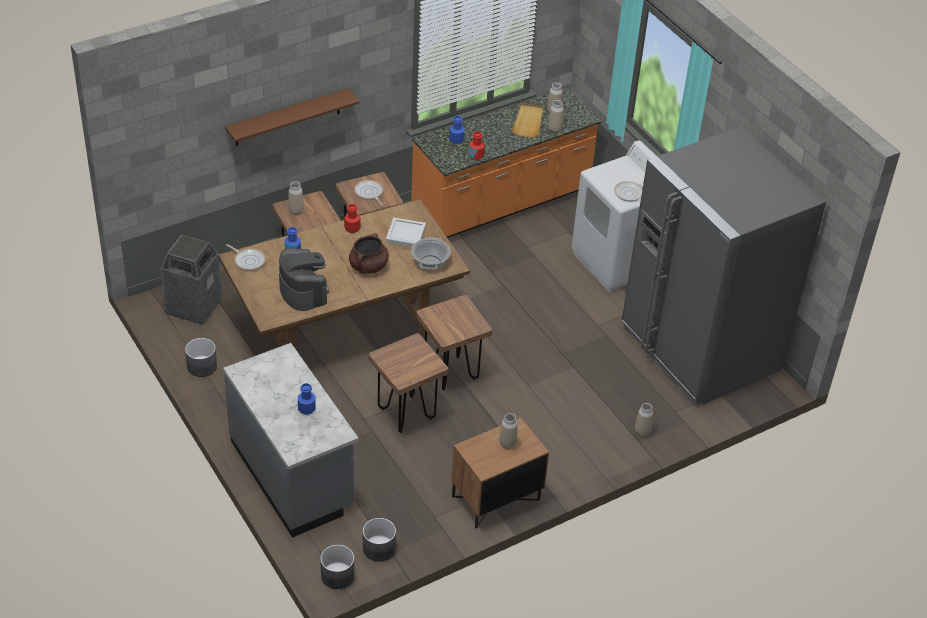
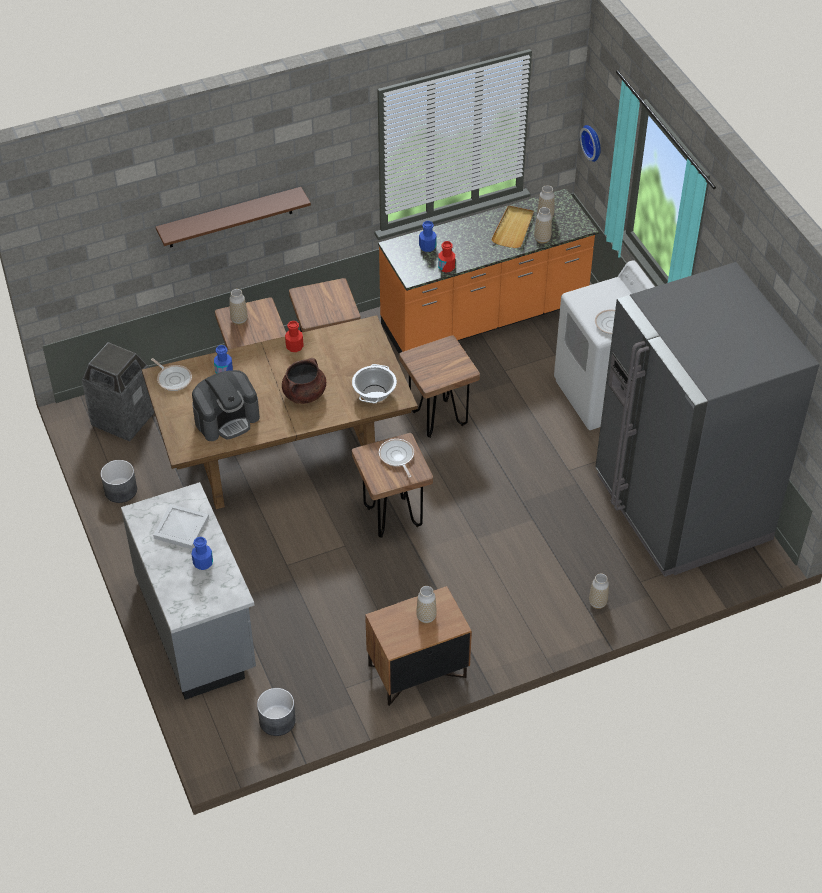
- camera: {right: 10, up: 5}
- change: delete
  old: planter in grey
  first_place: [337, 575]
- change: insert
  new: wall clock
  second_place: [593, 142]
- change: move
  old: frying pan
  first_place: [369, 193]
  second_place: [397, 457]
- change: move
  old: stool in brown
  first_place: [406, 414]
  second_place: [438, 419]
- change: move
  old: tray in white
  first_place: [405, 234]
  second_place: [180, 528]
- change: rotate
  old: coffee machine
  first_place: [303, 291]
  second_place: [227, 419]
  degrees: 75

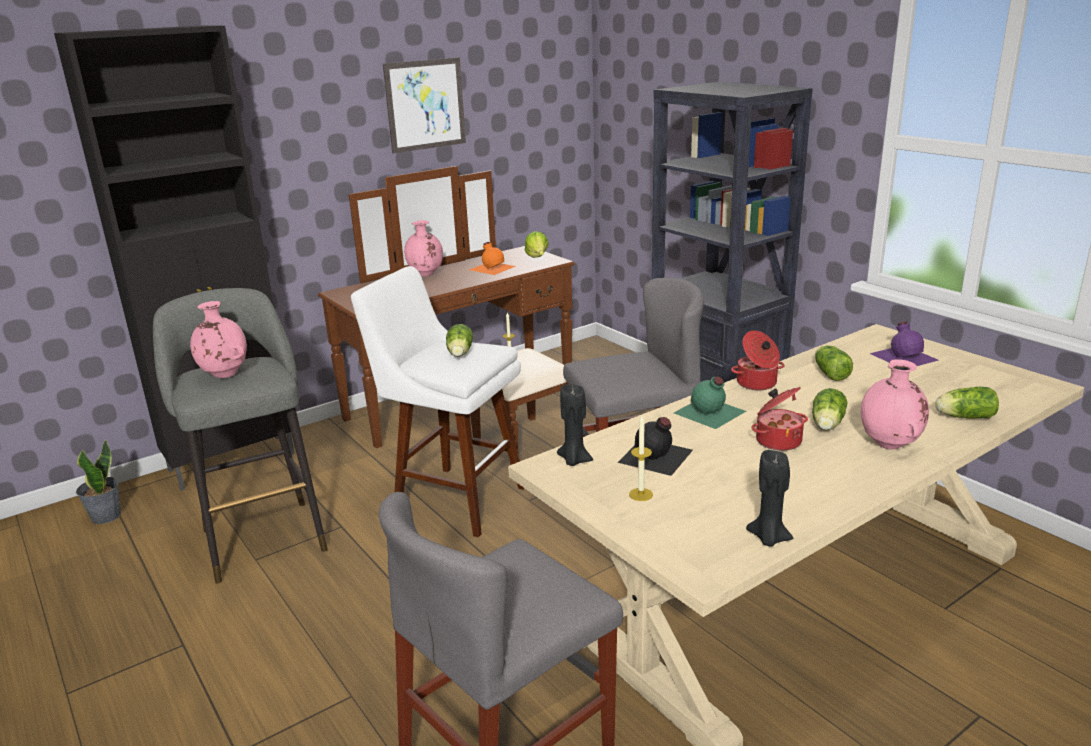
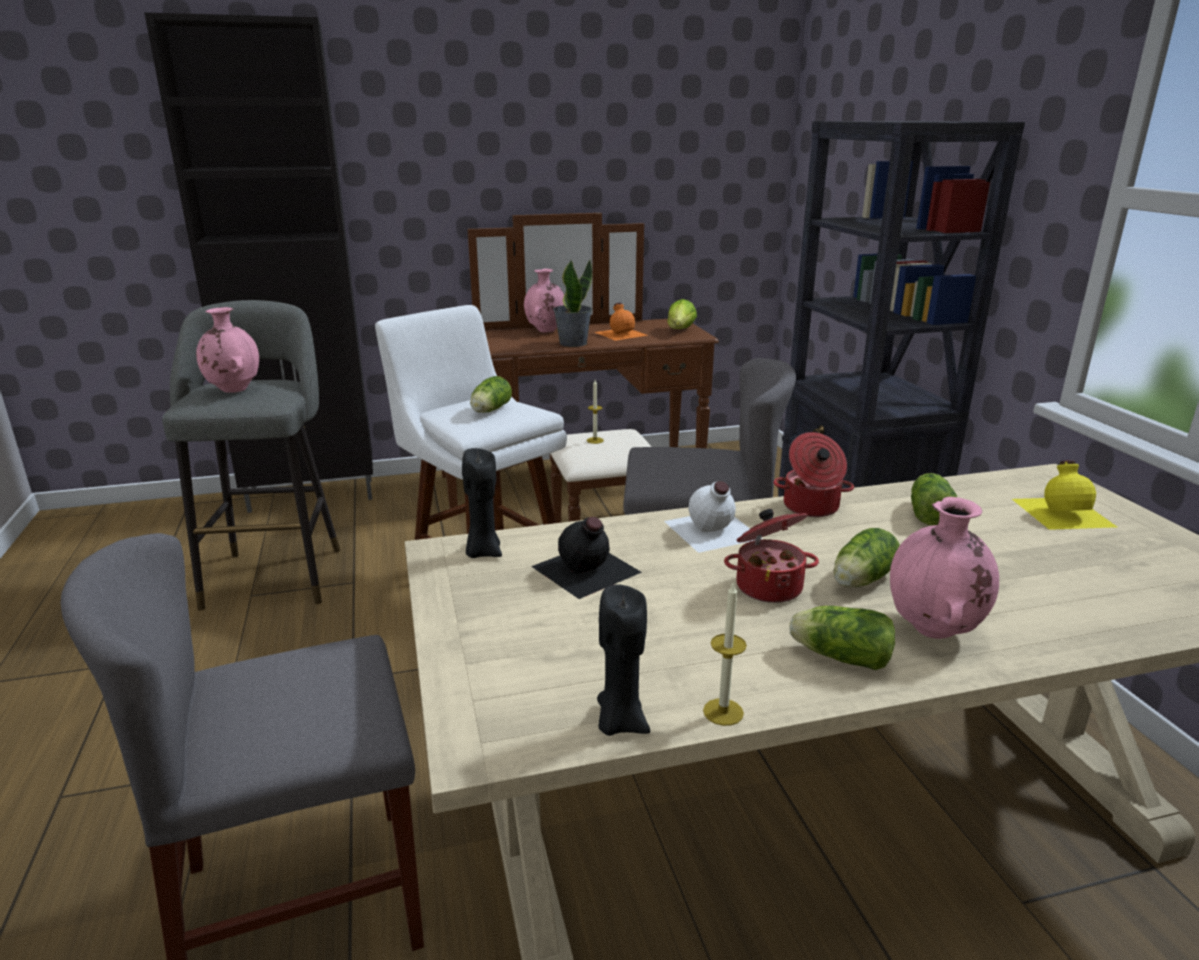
- camera: {right: 20, up: 0}
- change: delete
  old: picture
  first_place: [425, 105]
- change: move
  old: potted plant
  first_place: [105, 516]
  second_place: [572, 343]
- change: move
  old: candle
  first_place: [641, 494]
  second_place: [723, 712]
- change: move
  old: lettuce
  first_place: [963, 417]
  second_place: [837, 656]
- change: recolor
  old: bottle in green
  new: bottle in white
  first_place: [709, 412]
  second_place: [711, 530]
- change: recolor
  old: bottle in purple
  new: bottle in yellow
  first_place: [903, 356]
  second_place: [1063, 512]

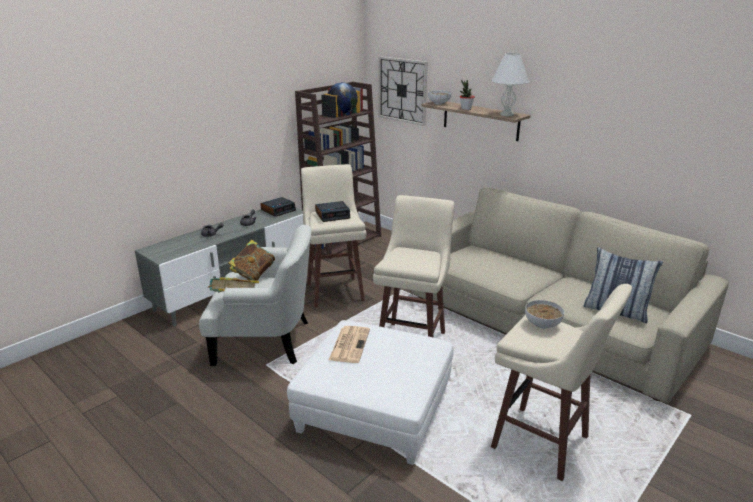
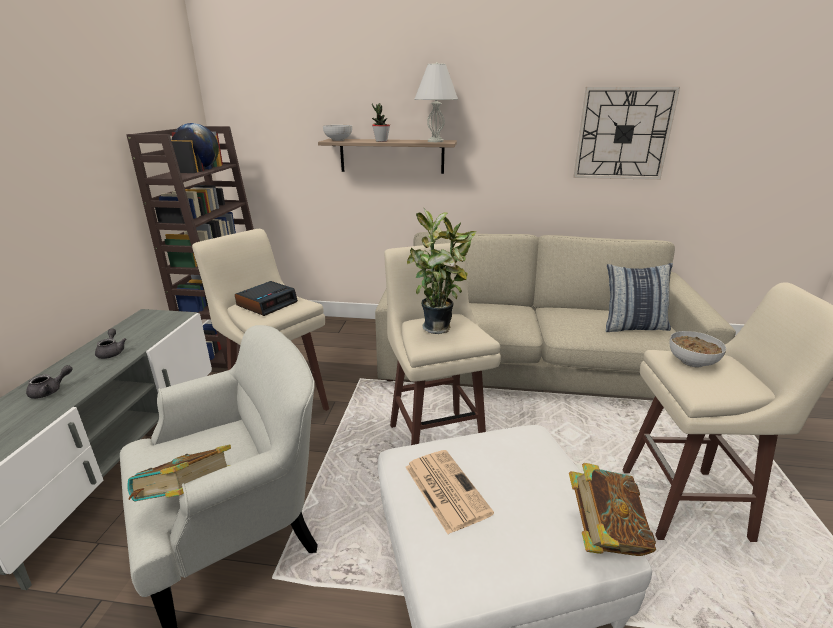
- camera: {right: -35, up: 0}
- change: delete
  old: alarm clock
  first_place: [278, 210]
- change: insert
  new: potted plant
  second_place: [440, 328]
- change: move
  old: book
  first_place: [253, 275]
  second_place: [604, 533]
- change: move
  old: wall clock
  first_place: [402, 90]
  second_place: [623, 134]

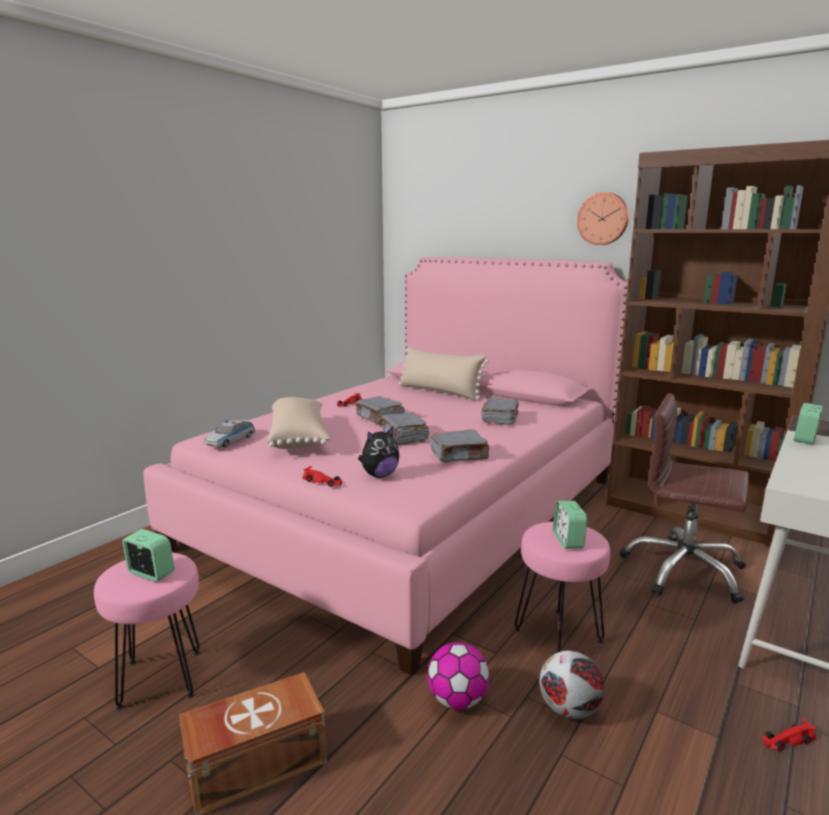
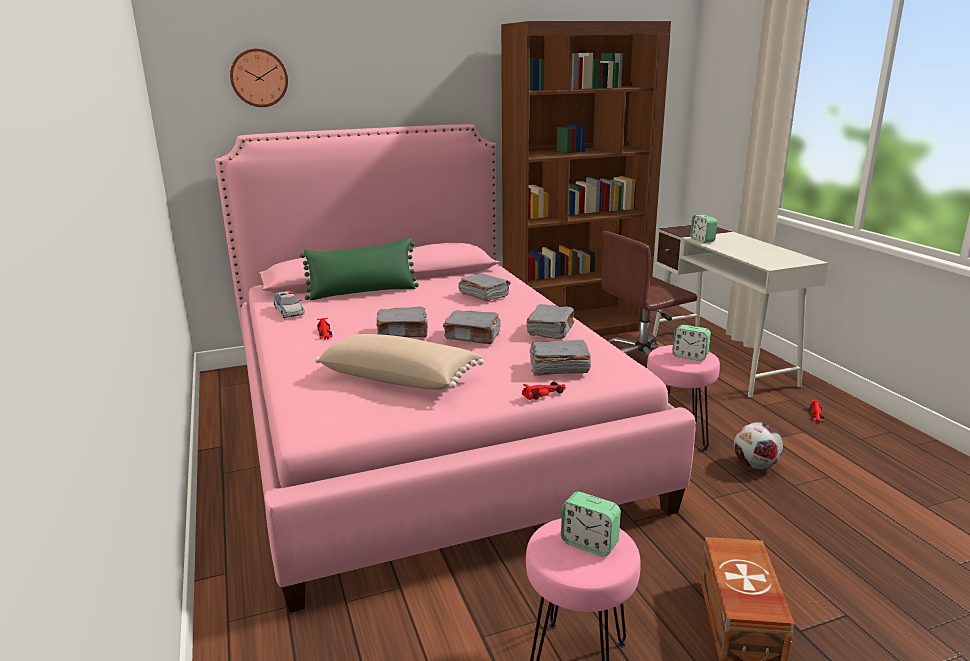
- camera: {right: -55, up: 5}
- change: delete
  old: football
  first_place: [457, 700]
- change: move
  old: toy car
  first_place: [230, 440]
  second_place: [289, 311]
- change: move
  old: wall clock
  first_place: [603, 219]
  second_place: [259, 78]
- change: replace
  old: plush toy
  new: book in grey
  first_place: [379, 475]
  second_place: [558, 368]
- change: recolor
  old: pillow in beige
  new: pillow in green
  first_place: [439, 392]
  second_place: [363, 292]
- change: rotate
  old: alarm clock
  first_place: [150, 573]
  second_place: [589, 543]
  degrees: -120

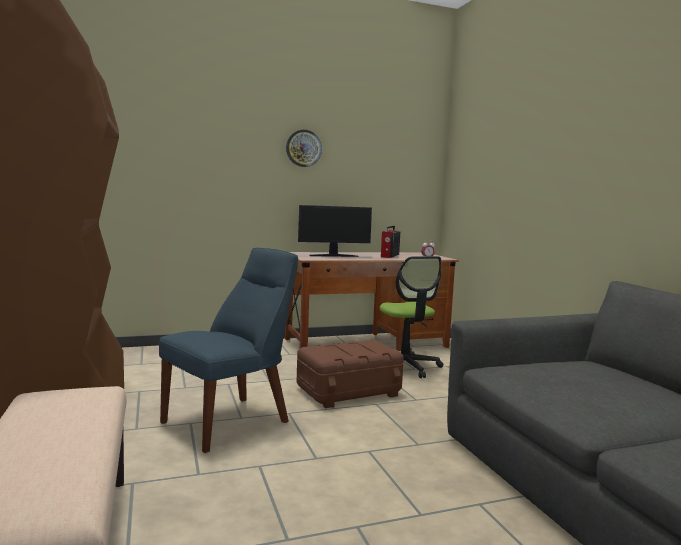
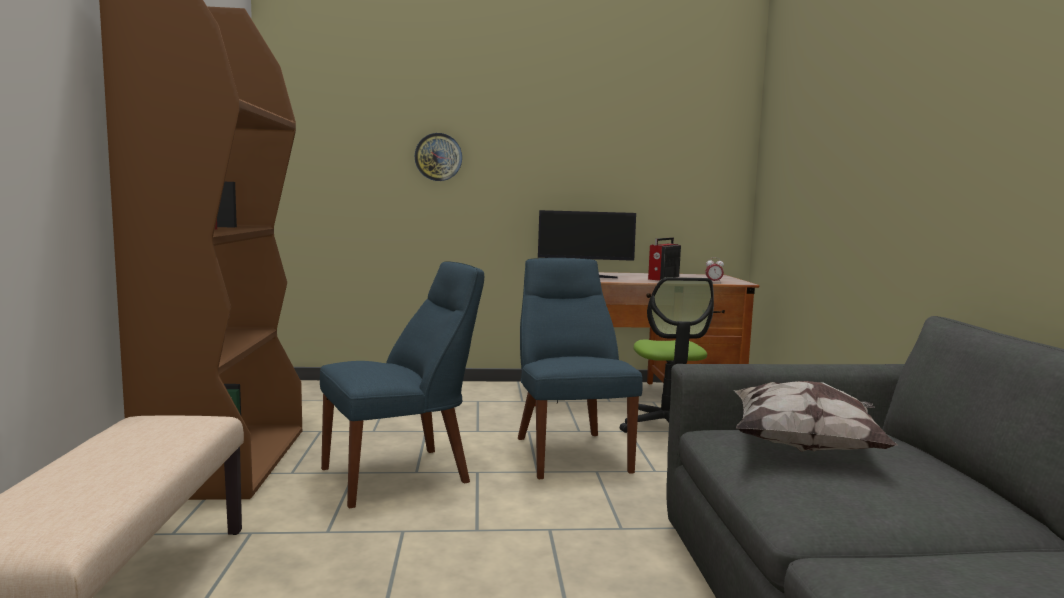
- camera: {right: 15, up: 0}
- change: insert
  new: pillow
  second_place: [805, 446]
- change: move
  old: wall clock
  first_place: [303, 148]
  second_place: [438, 157]
- change: replace
  old: storage box in brown
  new: chair in blue
  first_place: [348, 391]
  second_place: [569, 452]

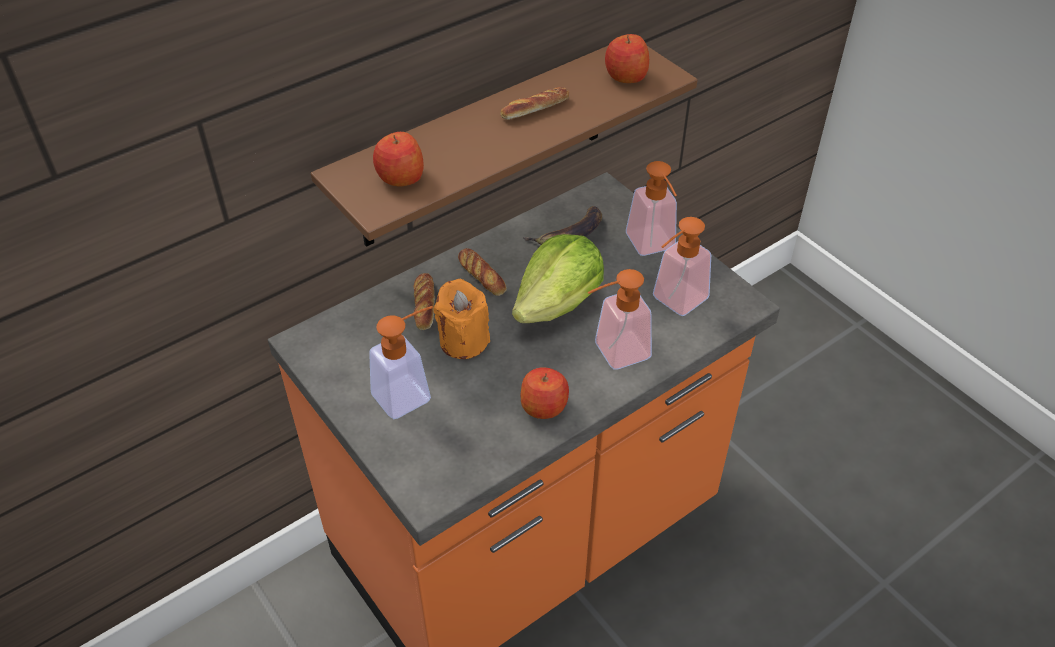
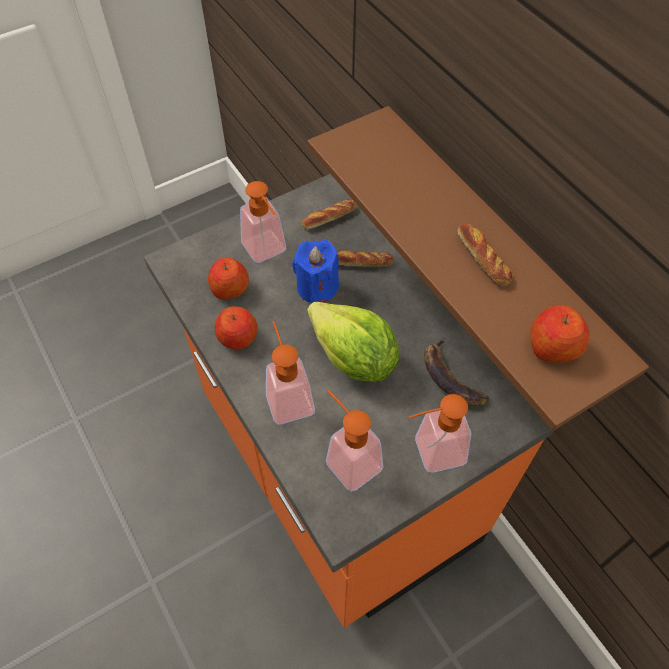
- camera: {right: 95, up: 10}
- change: move
  old: apple
  first_place: [400, 177]
  second_place: [230, 288]
- change: move
  old: bread
  first_place: [482, 275]
  second_place: [329, 217]
- change: recolor
  old: candle in orange
  new: candle in blue
  first_place: [463, 341]
  second_place: [317, 287]

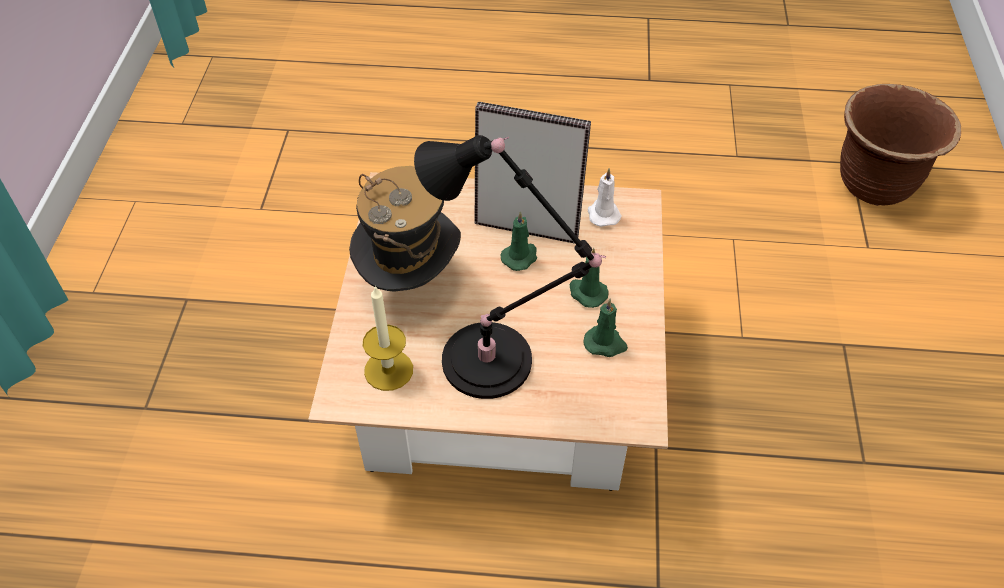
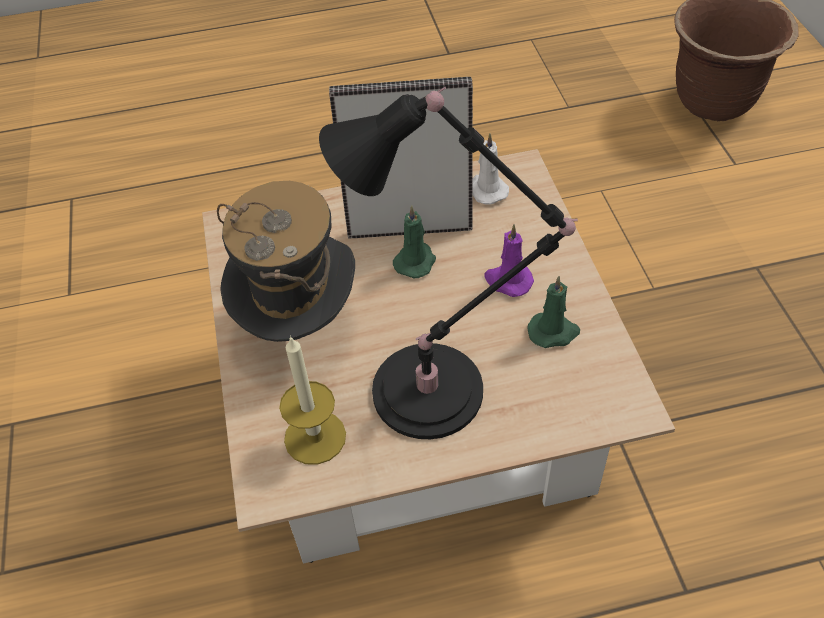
- camera: {right: -15, up: 0}
- change: recolor
  old: candle in green
  new: candle in purple
  first_place: [587, 293]
  second_place: [507, 281]

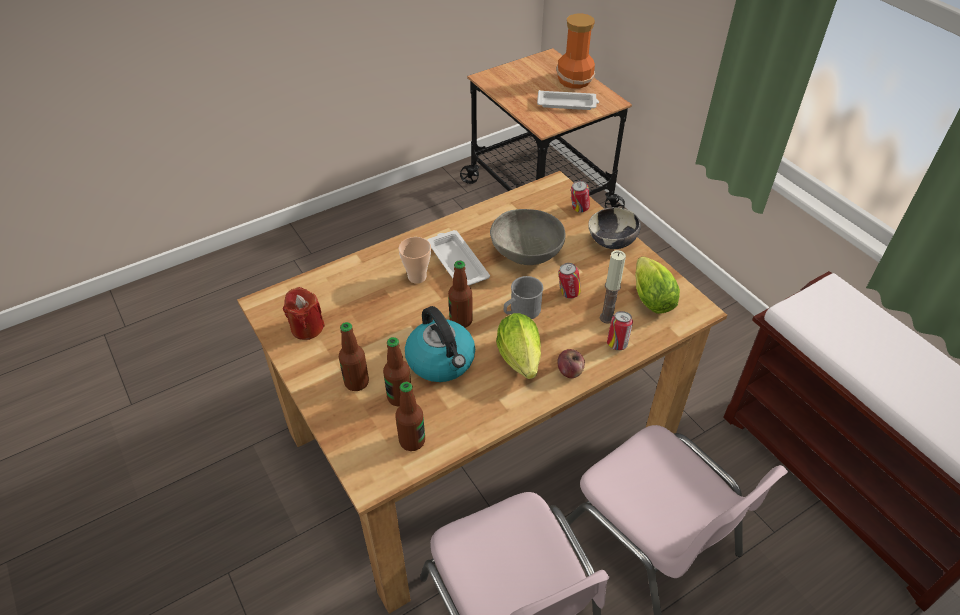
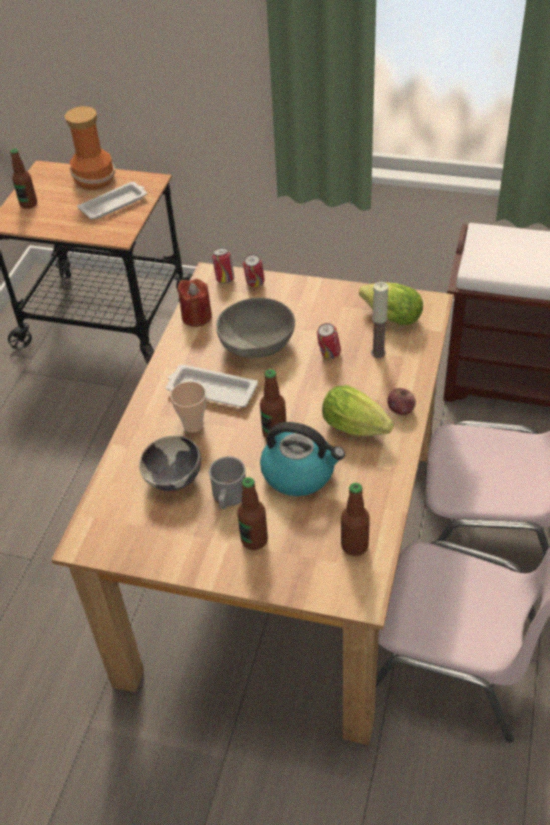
- camera: {right: -40, up: 0}
- change: move
  old: candle in red
  first_place: [307, 328]
  second_place: [196, 316]
- change: move
  old: bottle
  first_place: [399, 397]
  second_place: [28, 204]
- change: move
  old: mug in grey
  first_place: [521, 311]
  second_place: [228, 498]
- change: move
  old: bowl
  first_place: [611, 243]
  second_place: [174, 479]
- change: move
  old: can
  first_place: [617, 344]
  second_place: [224, 279]

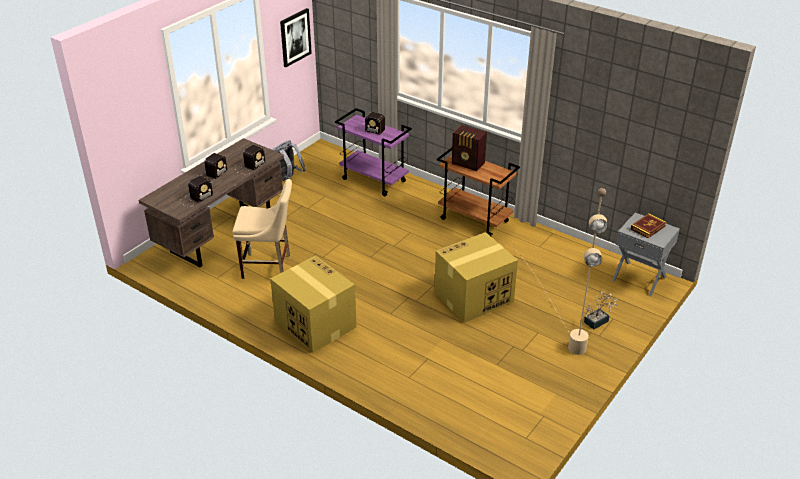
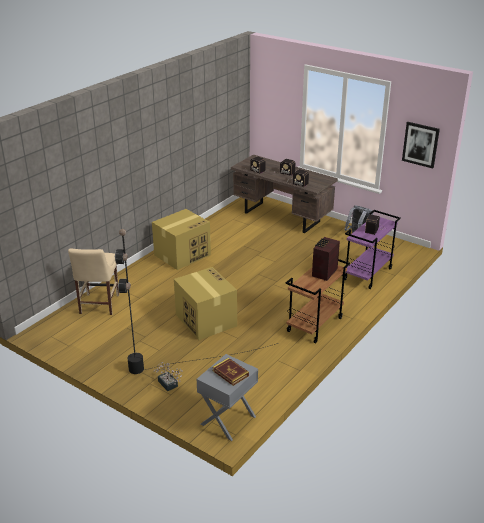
- camera: {right: 90, up: -5}
- change: move
  old: chair in beige
  first_place: [269, 267]
  second_place: [98, 305]
- change: recolor
  old: floor lamp in beige
  new: floor lamp in black
  first_place: [558, 316]
  second_place: [177, 362]

